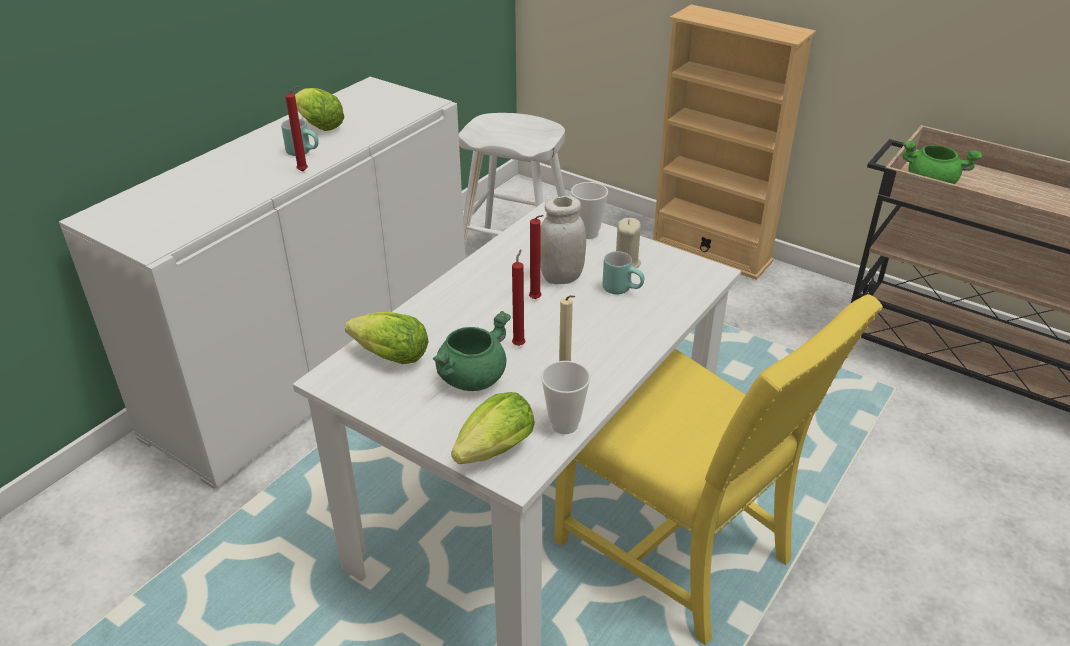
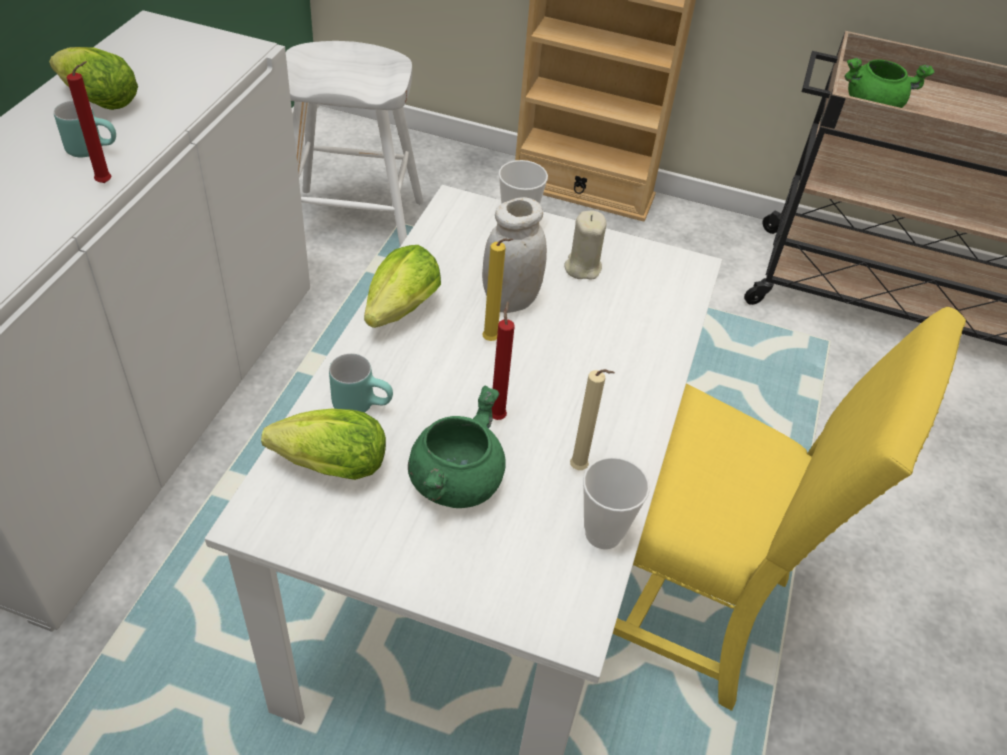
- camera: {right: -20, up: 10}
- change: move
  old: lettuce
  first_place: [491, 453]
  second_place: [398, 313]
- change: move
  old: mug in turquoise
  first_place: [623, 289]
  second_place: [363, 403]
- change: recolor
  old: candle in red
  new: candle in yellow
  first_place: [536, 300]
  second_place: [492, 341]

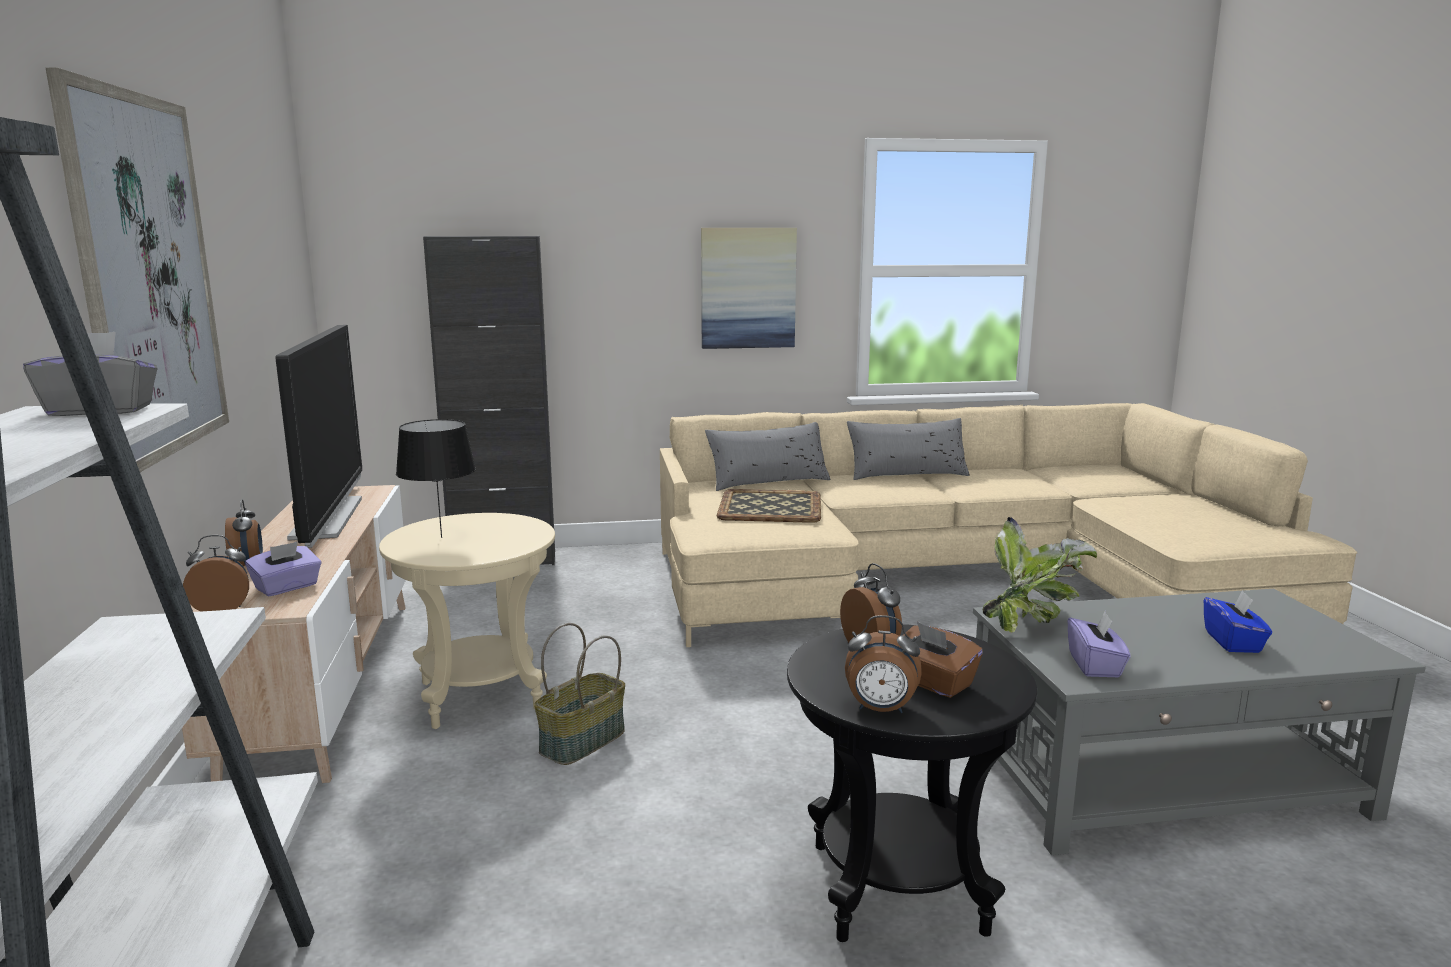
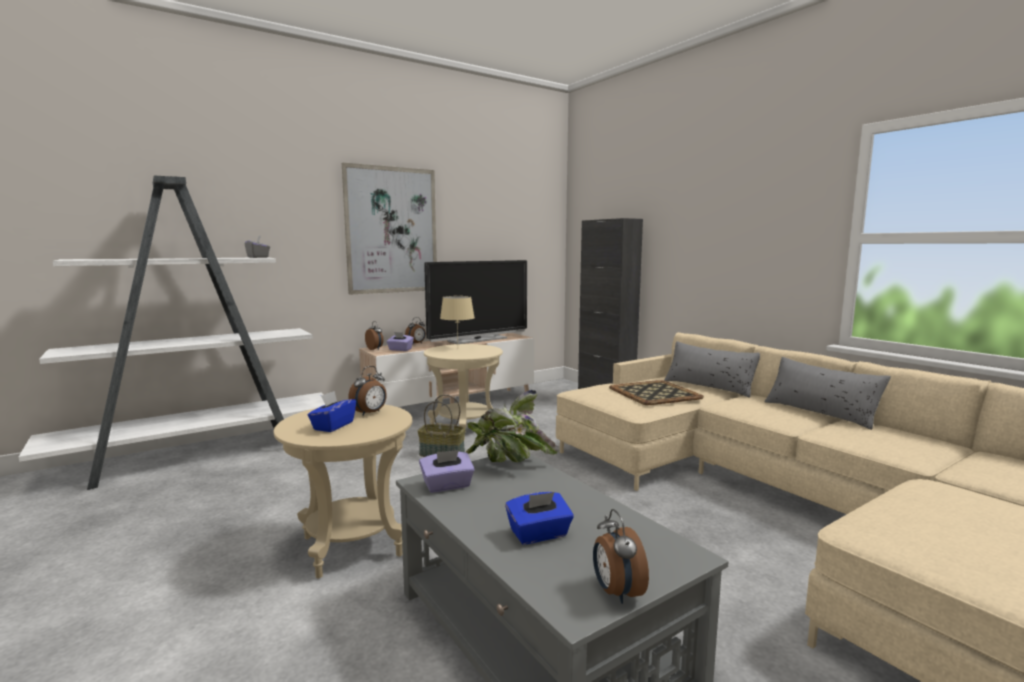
- camera: {right: 65, up: -5}
- change: delete
  old: picture
  first_place: [748, 288]
- change: move
  old: alarm clock
  first_place: [880, 710]
  second_place: [616, 592]
- change: recolor
  old: table lamp in black
  new: table lamp in beige
  first_place: [441, 537]
  second_place: [457, 348]
- change: recolor
  old: side table in black
  new: side table in beige
  first_place: [897, 889]
  second_place: [352, 547]
- change: recolor
  old: tissue box in brown
  new: tissue box in blue
  first_place: [932, 682]
  second_place: [333, 426]

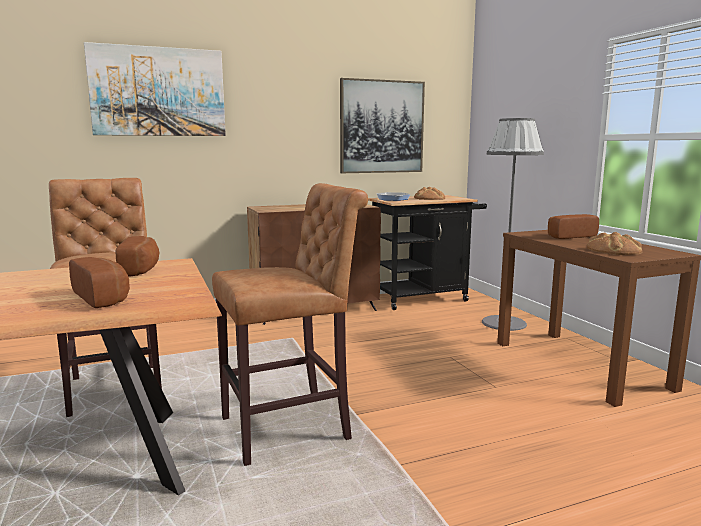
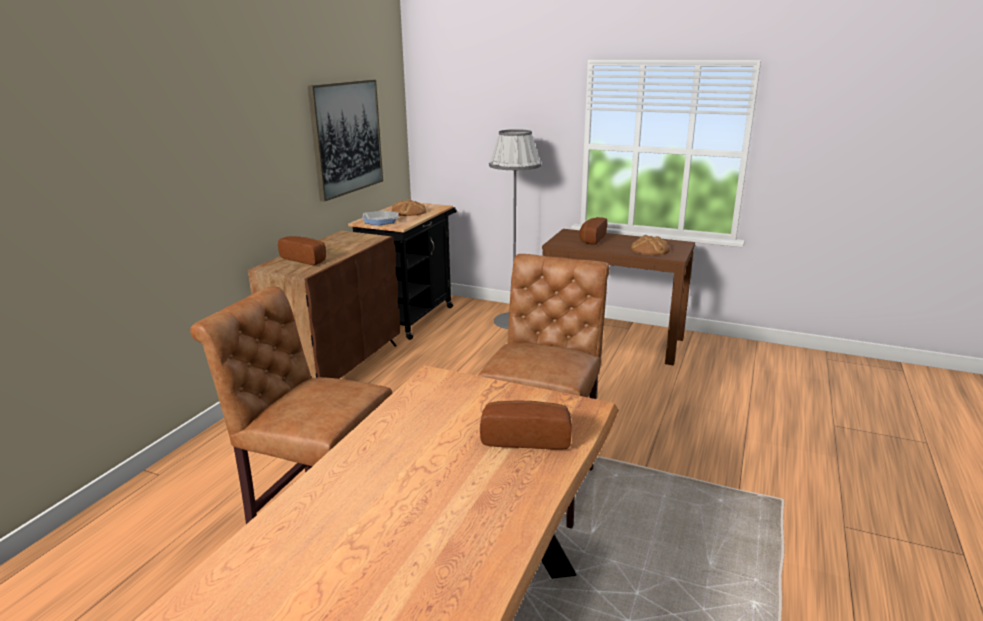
- camera: {right: -45, up: 10}
- change: delete
  old: picture
  first_place: [158, 92]
- change: move
  old: bread
  first_place: [142, 269]
  second_place: [306, 259]

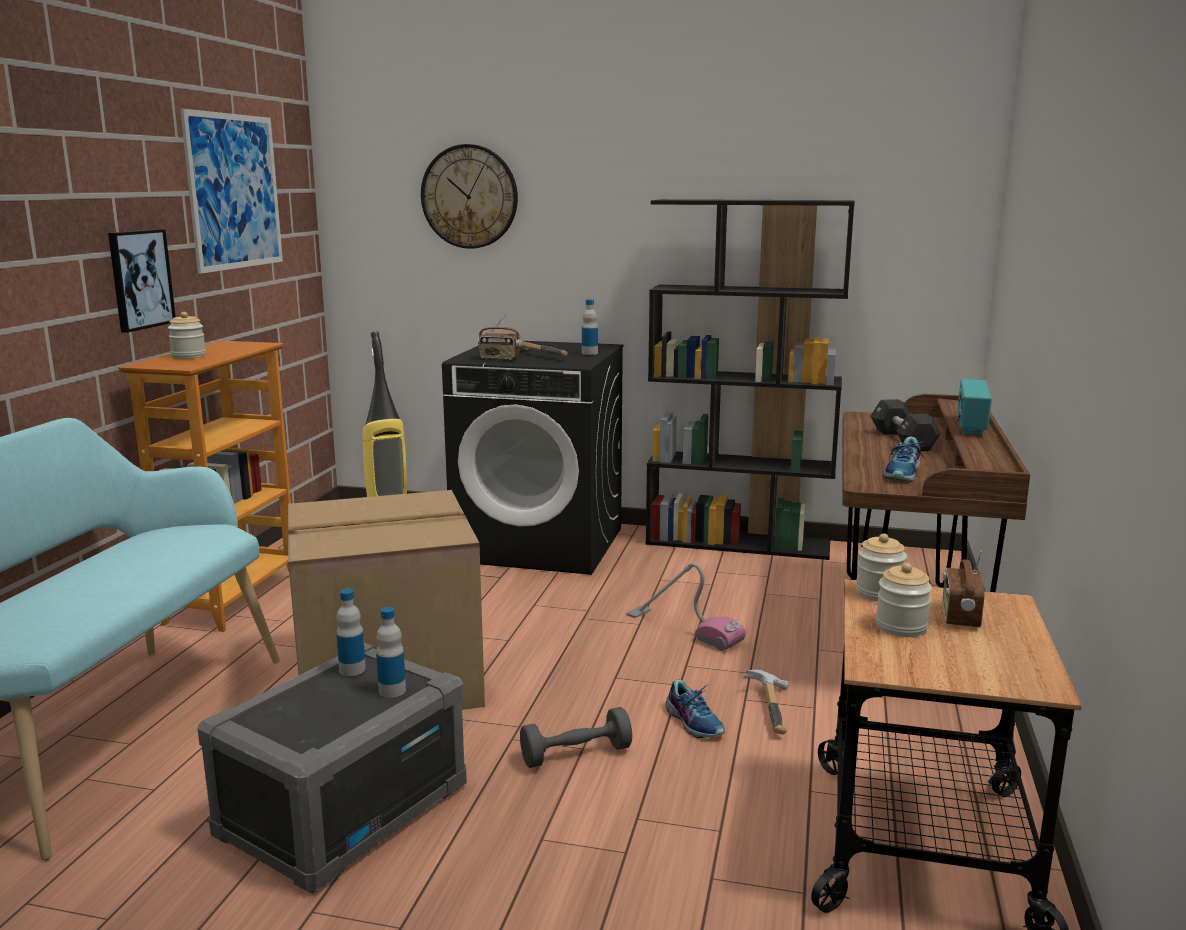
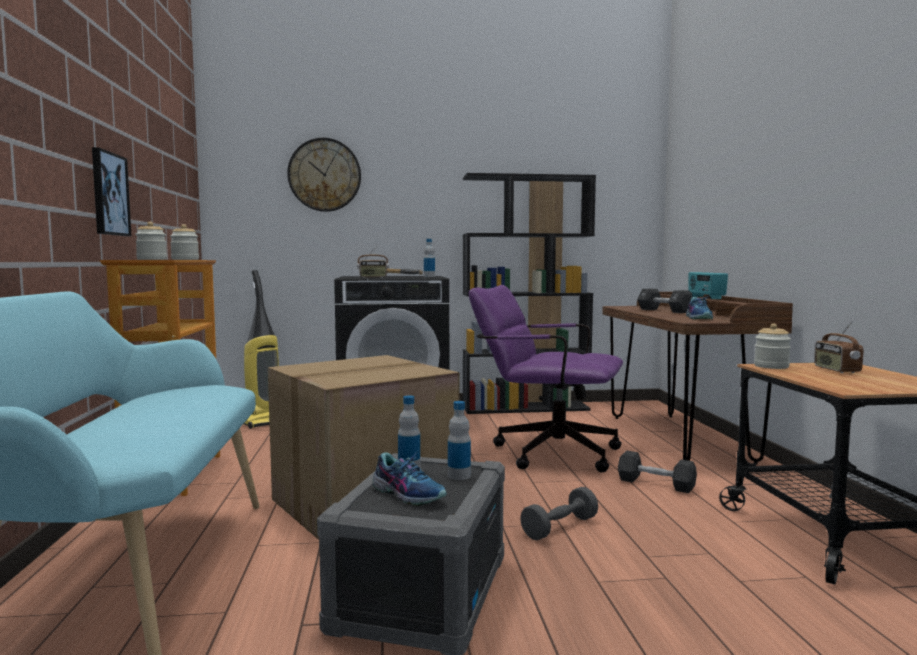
- camera: {right: -20, up: -10}
- change: delete
  old: picture
  first_place: [234, 191]
- change: move
  old: shoe
  first_place: [694, 722]
  second_place: [408, 494]
- change: move
  old: jar
  first_place: [901, 627]
  second_place: [185, 259]
- change: replace
  old: vacuum cleaner
  new: office chair in purple
  first_place: [683, 629]
  second_place: [545, 452]
- change: replace
  old: hammer
  new: dumbbell in black
  first_place: [775, 709]
  second_place: [656, 484]

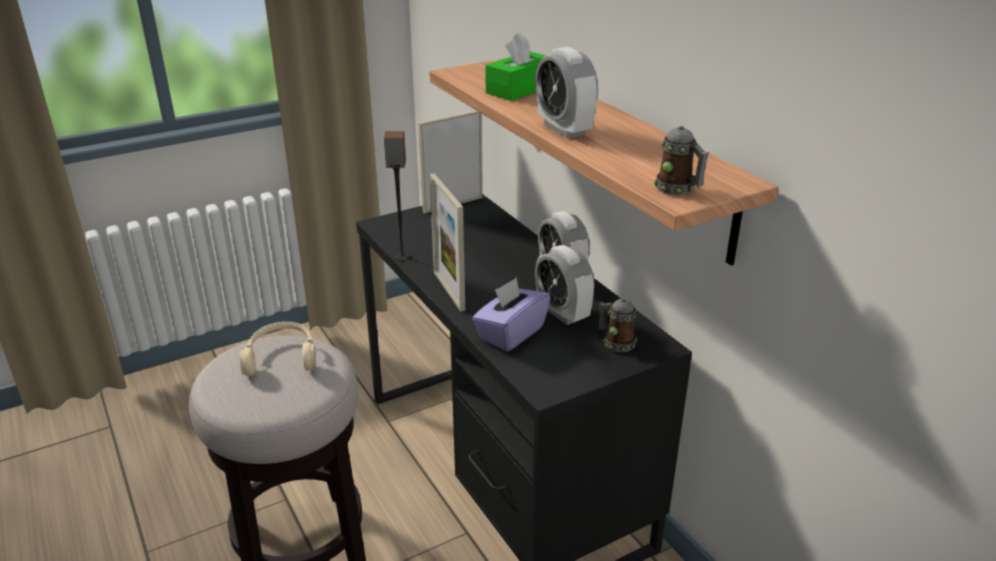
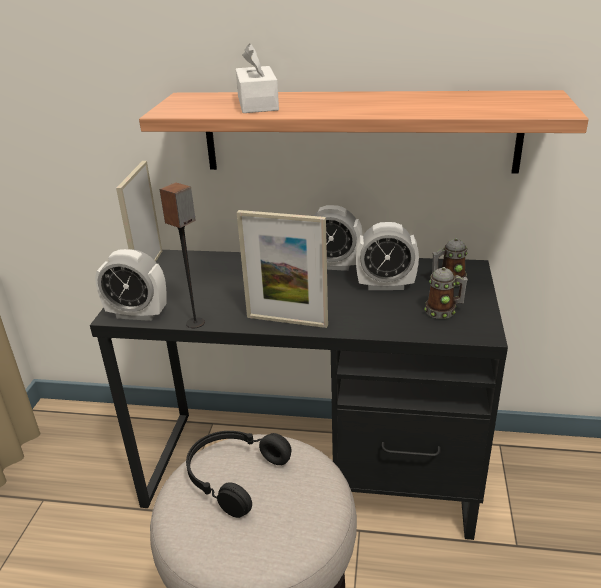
- camera: {right: -50, up: 0}
- change: delete
  old: tissue box in purple
  first_place: [511, 333]
- change: move
  old: alarm clock
  first_place: [564, 129]
  second_place: [137, 314]
- change: move
  old: mug
  first_place: [678, 189]
  second_place: [444, 311]
- change: recolor
  old: headphones in beige
  new: headphones in black
  first_place: [281, 356]
  second_place: [233, 475]
- change: recolor
  old: tissue box in green
  new: tissue box in white
  first_place: [520, 89]
  second_place: [257, 103]

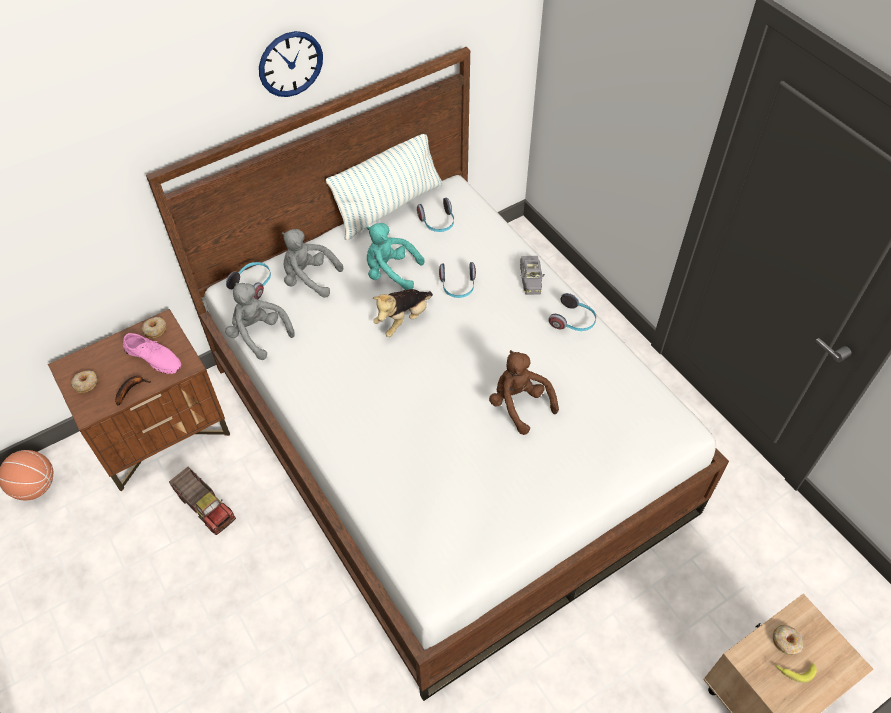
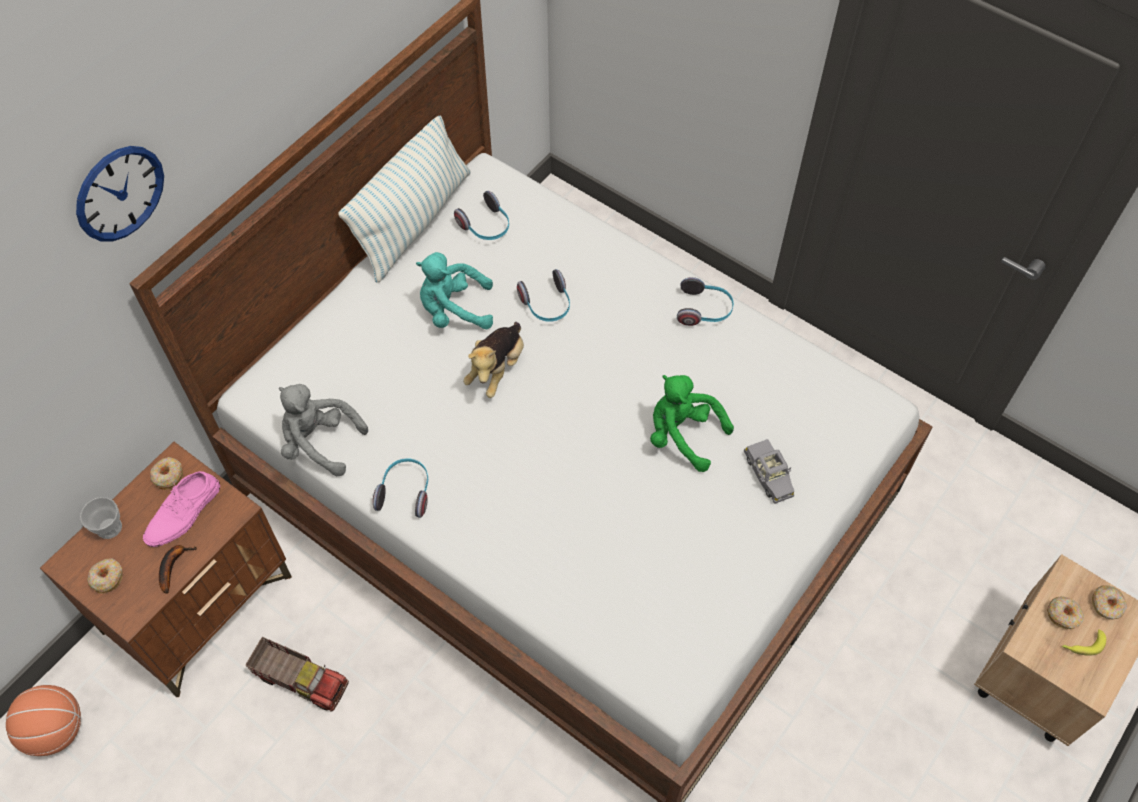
- camera: {right: -20, up: 5}
- change: delete
  old: plush toy in grey
  first_place: [309, 278]
- change: insert
  new: cup
  second_place: [109, 527]
- change: insert
  new: donut
  second_place: [1106, 605]
- change: move
  old: headphones
  first_place: [253, 284]
  second_place: [405, 492]
- change: move
  old: wall clock
  first_place: [290, 64]
  second_place: [120, 193]
- change: move
  old: toy car in grey
  first_place: [531, 278]
  second_place: [769, 474]
- change: recolor
  old: plush toy in brown
  new: plush toy in green
  first_place: [519, 404]
  second_place: [682, 435]
- change: rotate
  old: shoe in pink
  first_place: [154, 357]
  second_place: [184, 513]
  degrees: 120

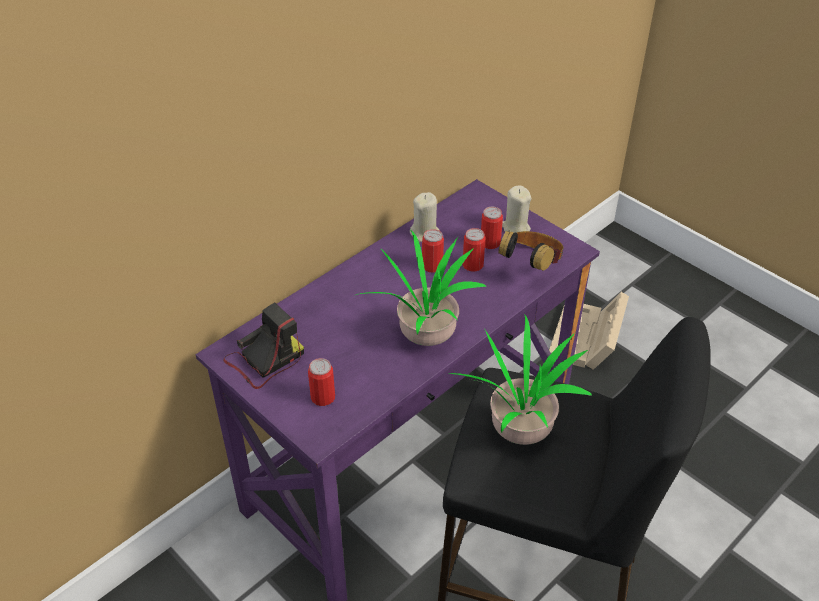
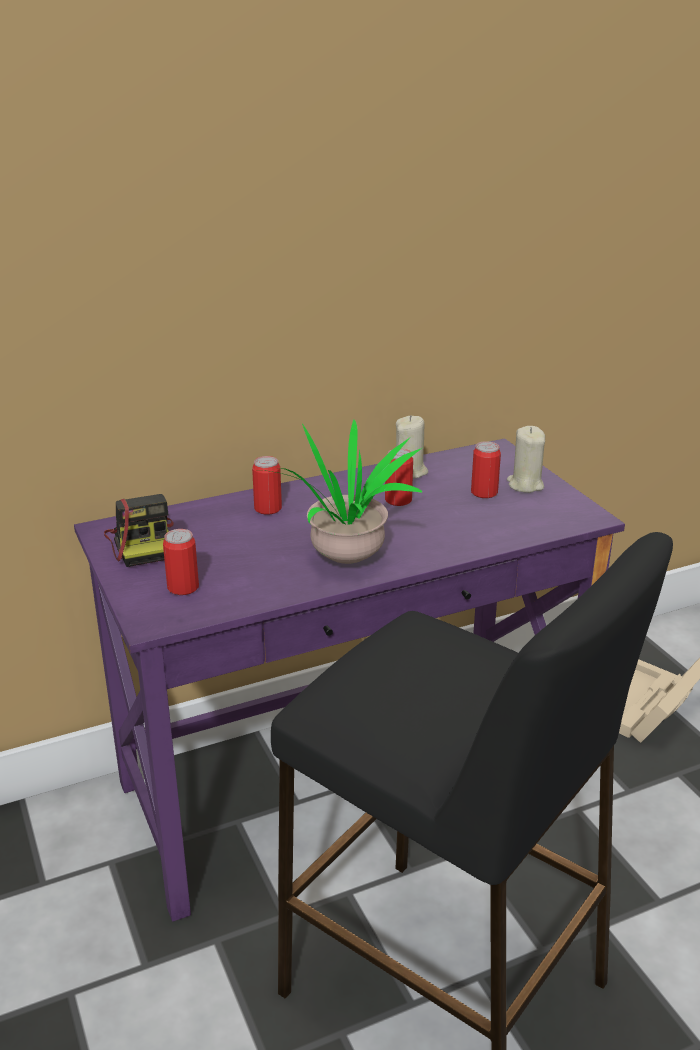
- camera: {right: 20, up: -15}
- change: delete
  old: potted plant
  first_place: [519, 428]
- change: delete
  old: headphones
  first_place: [531, 265]
- change: move
  old: can
  first_place: [473, 265]
  second_place: [268, 508]
- change: rotate
  old: photo camera
  first_place: [264, 360]
  second_place: [143, 543]
  degrees: 90

